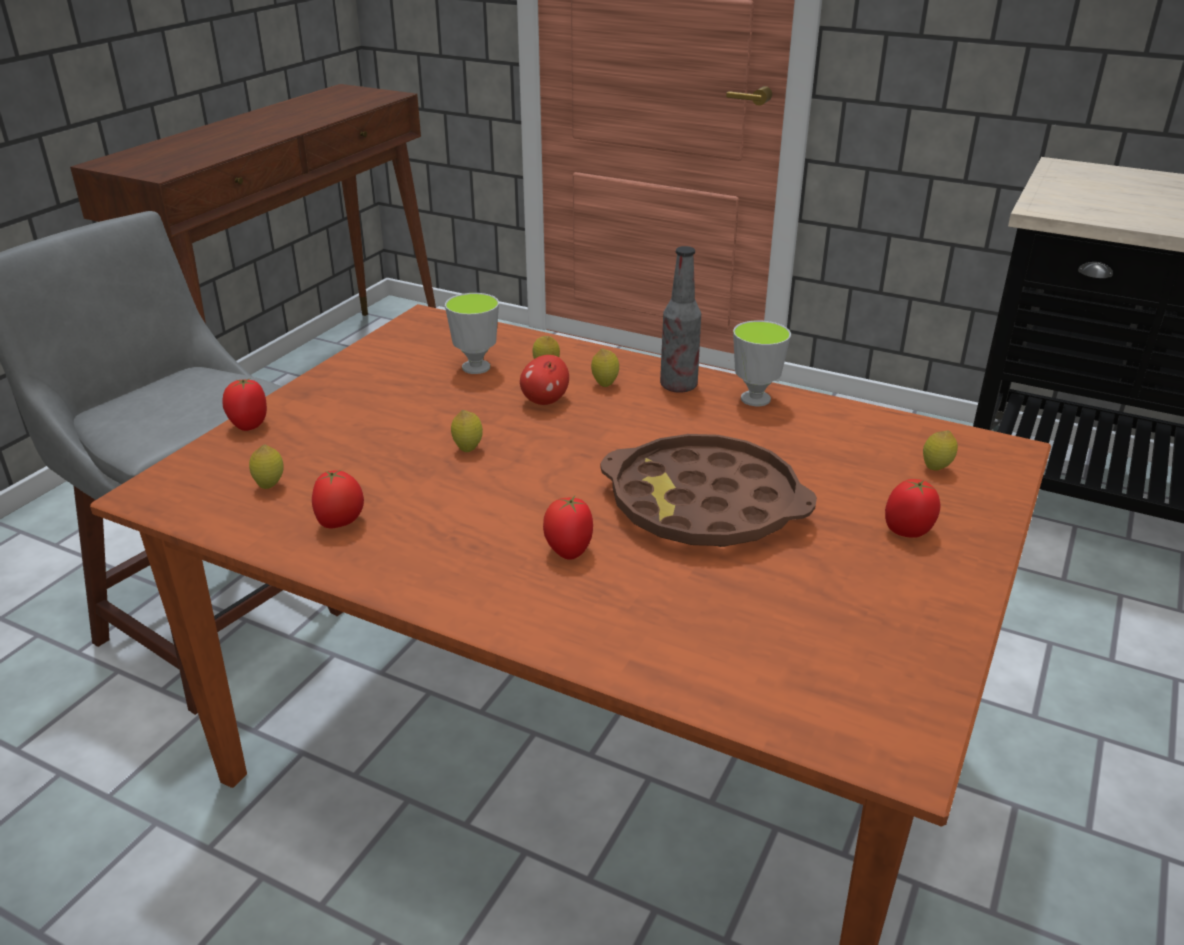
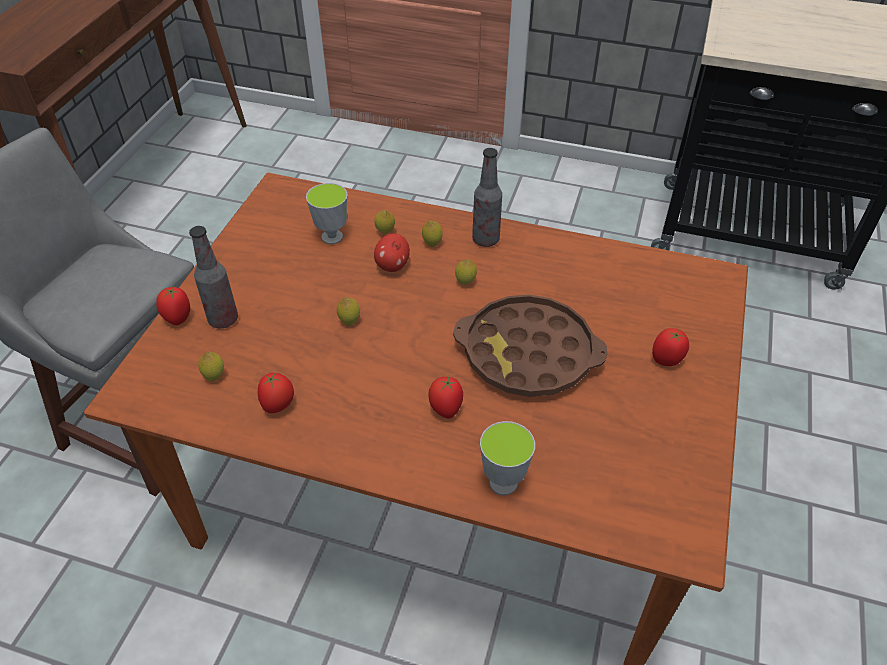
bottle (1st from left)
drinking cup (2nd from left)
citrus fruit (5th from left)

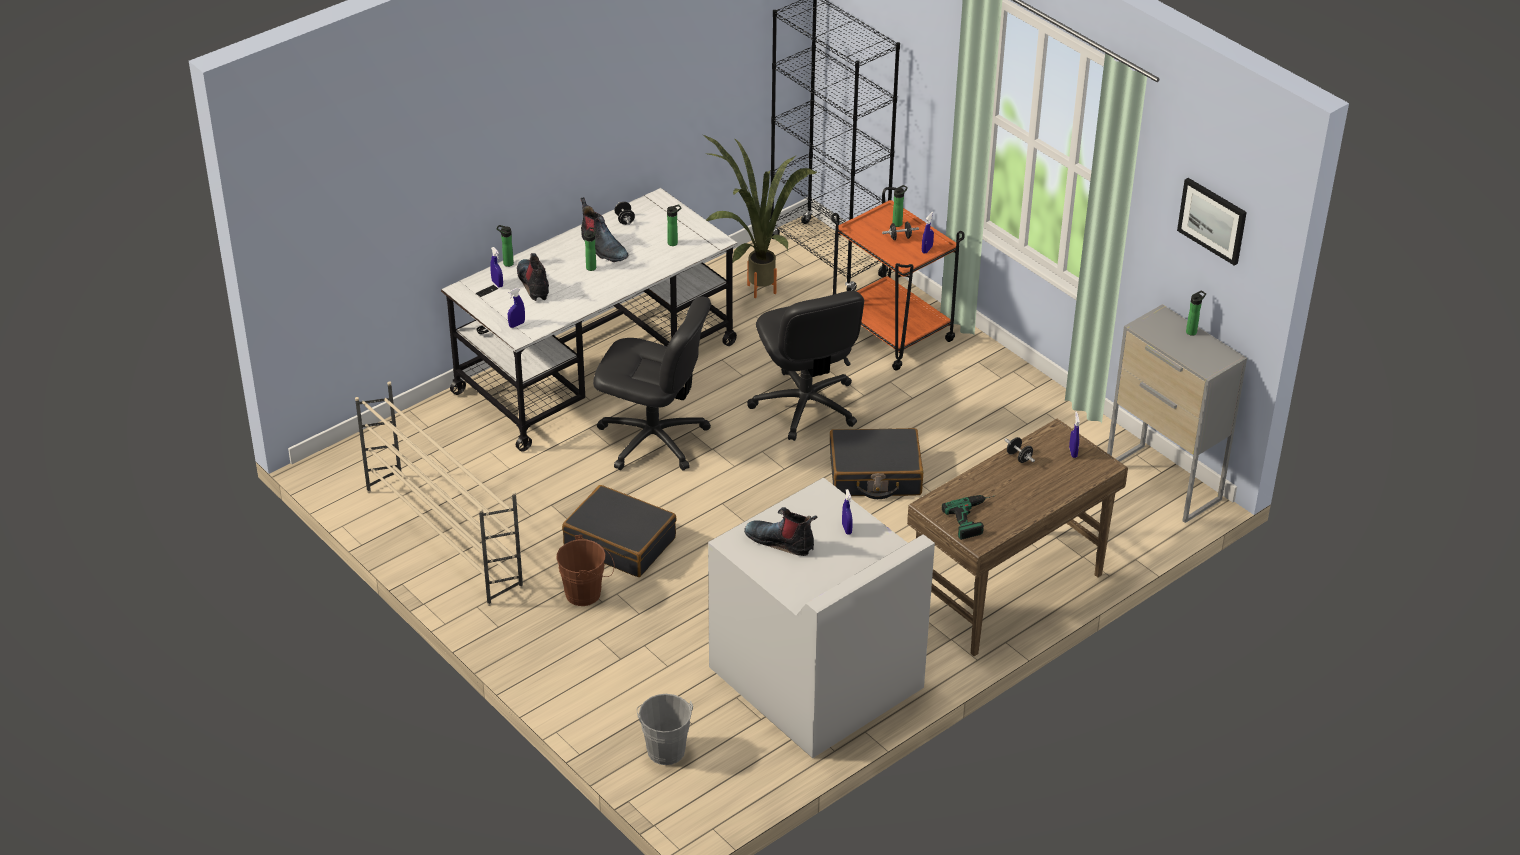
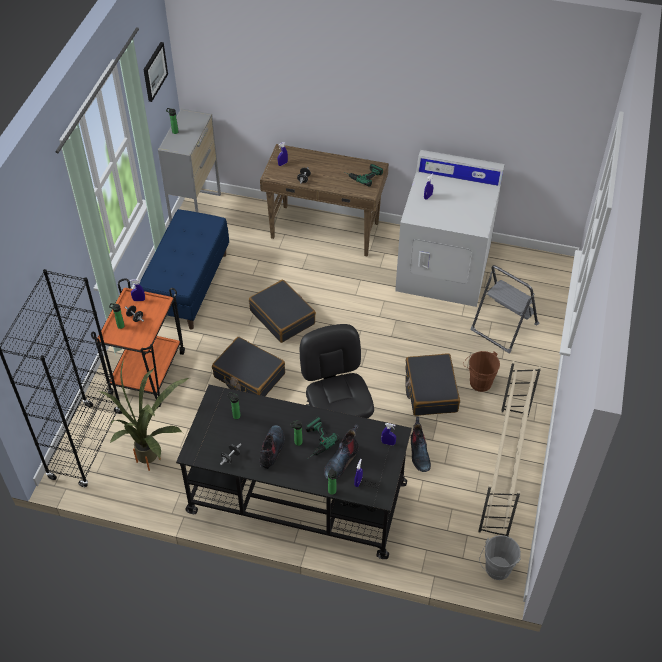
indoor bench/blue
power drill (1st from left)
step ladder/grey
bucket/grey
boot (3rd from left)
travel case/black-coloured (1st from left)
desk unit/black-coloured

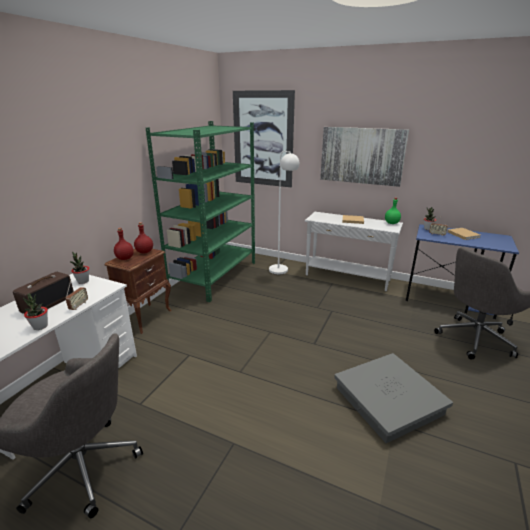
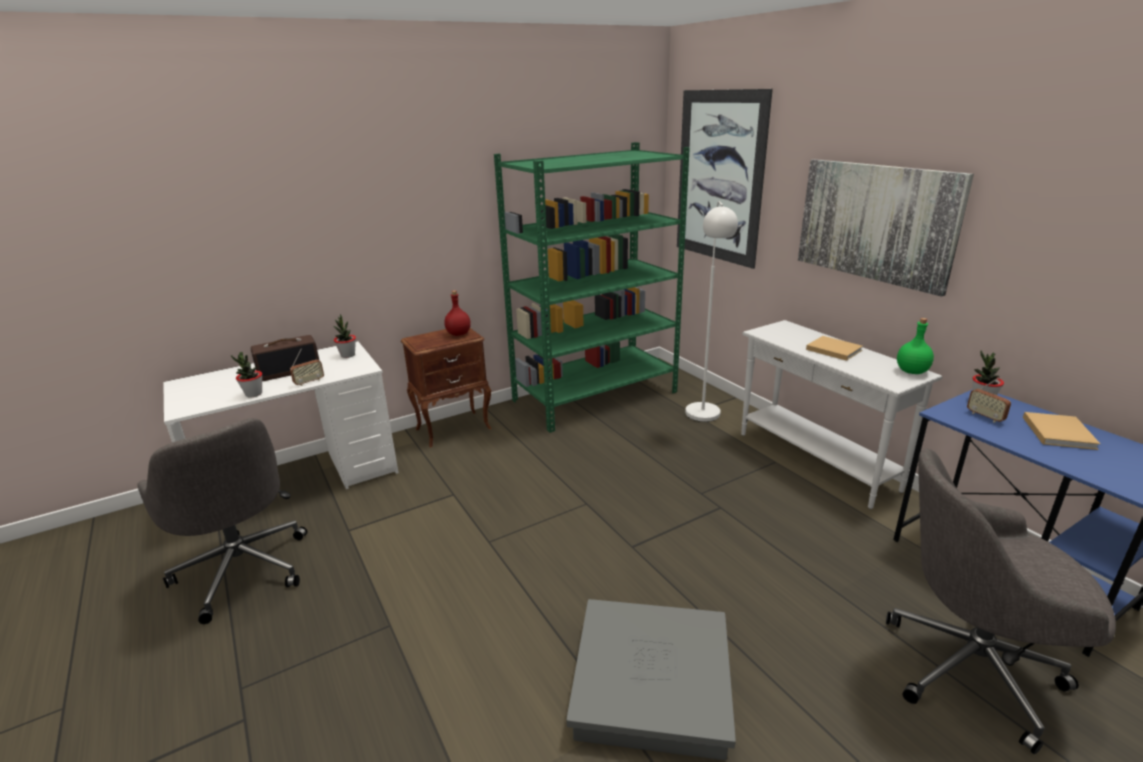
bottle/reddish (1st from left in the first image)

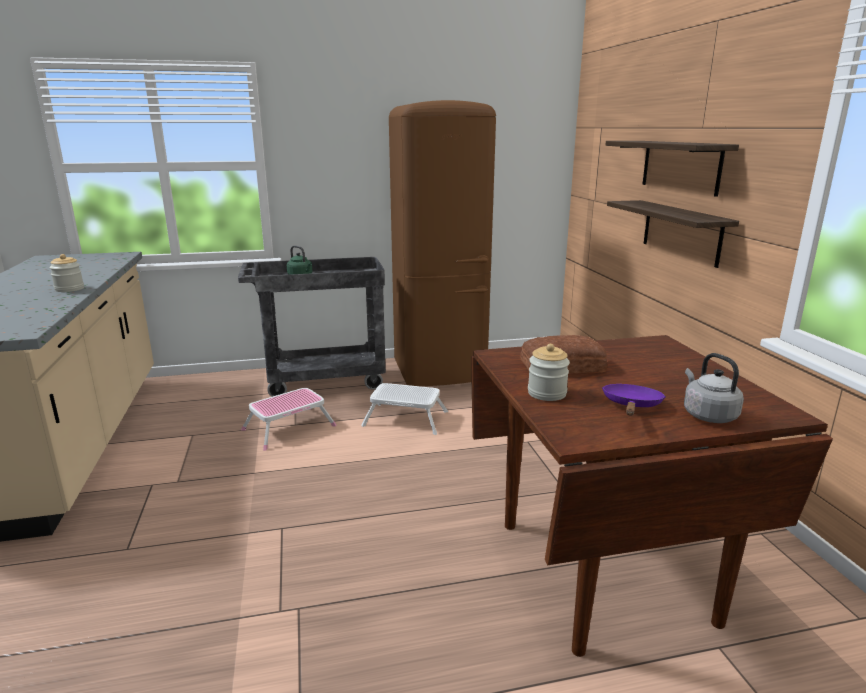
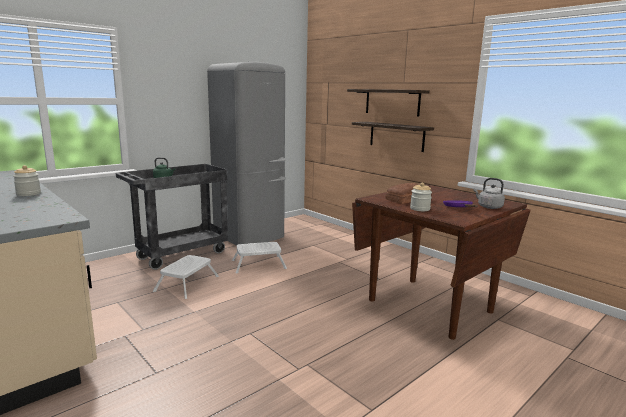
step ladder/white (1st from left)
kitchen fridge/grey

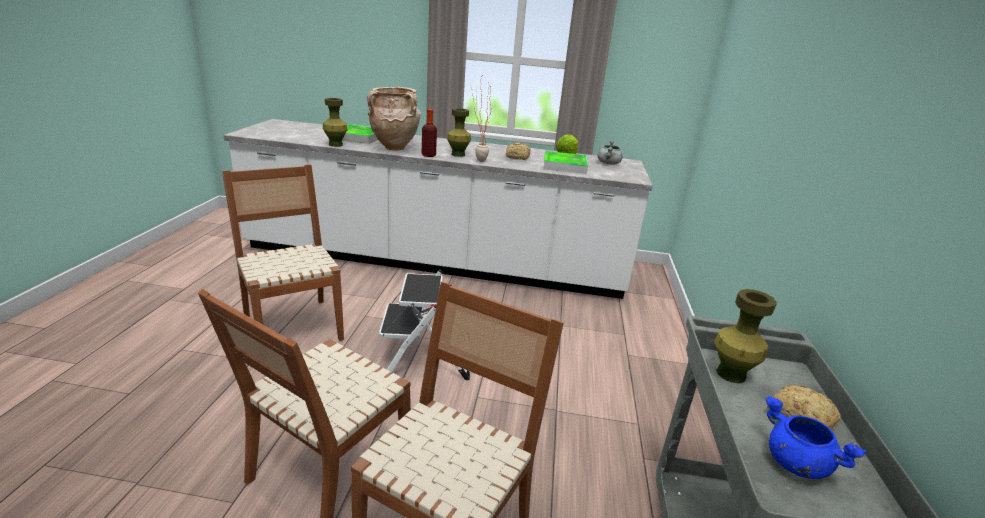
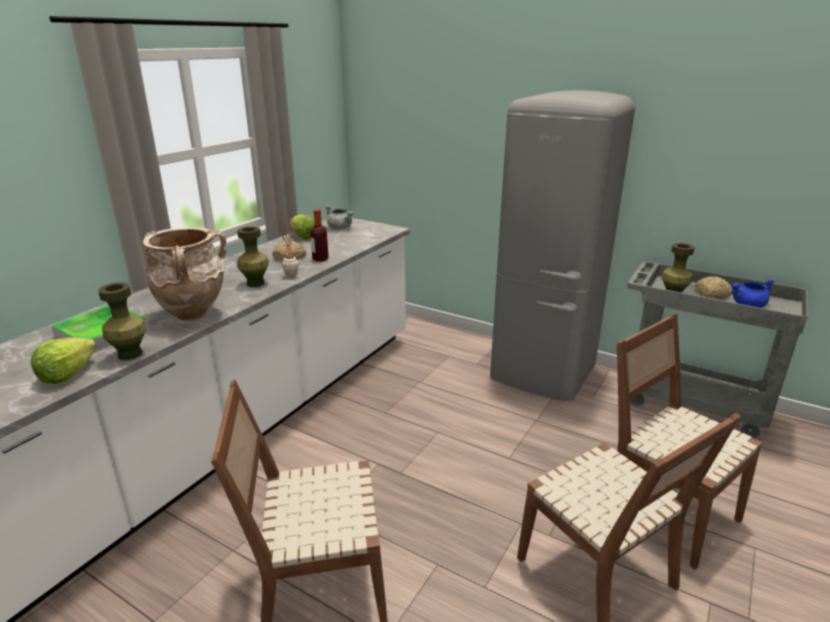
step ladder
serving tray (2nd from left in the first image)
head of lettuce (1st from left)
kitchen fridge/grey
bottle

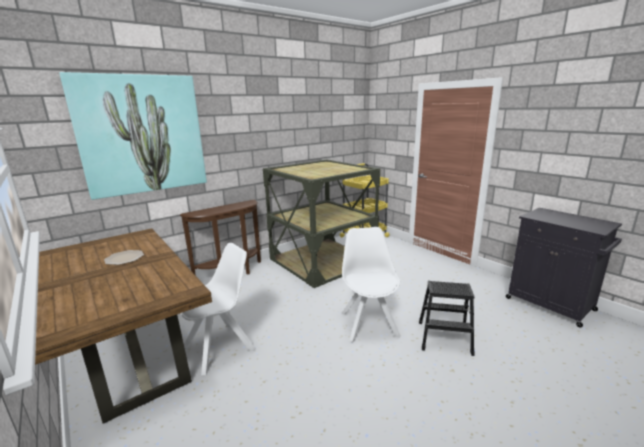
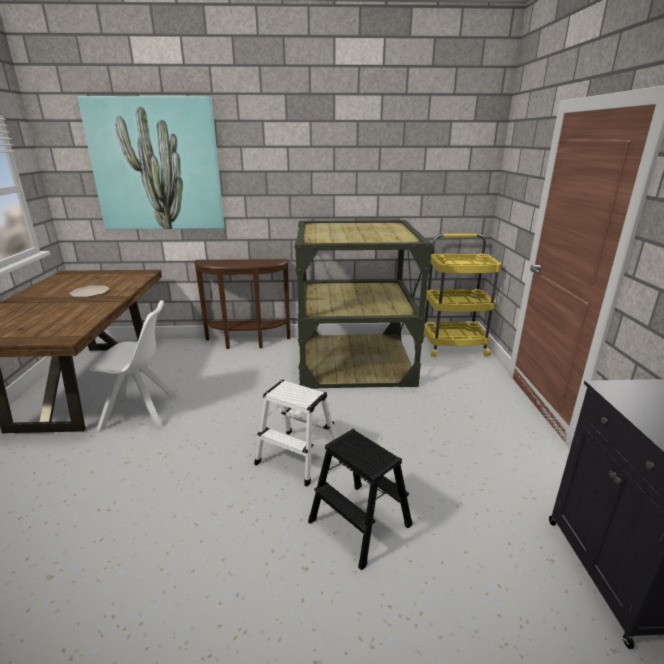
step ladder/white

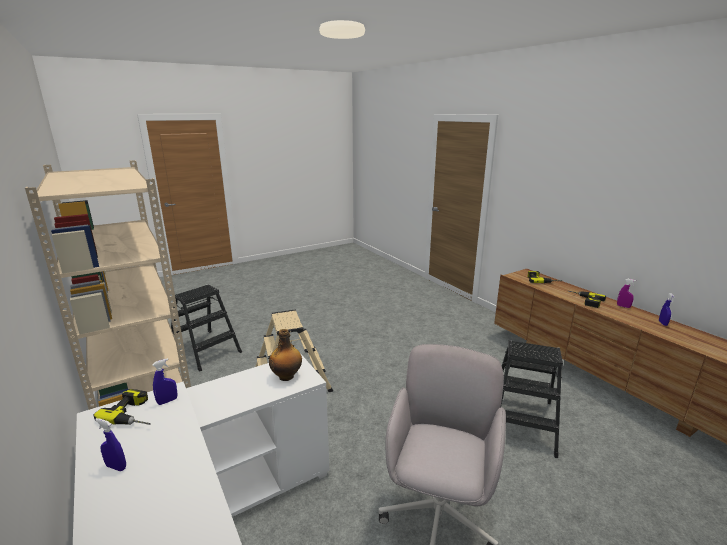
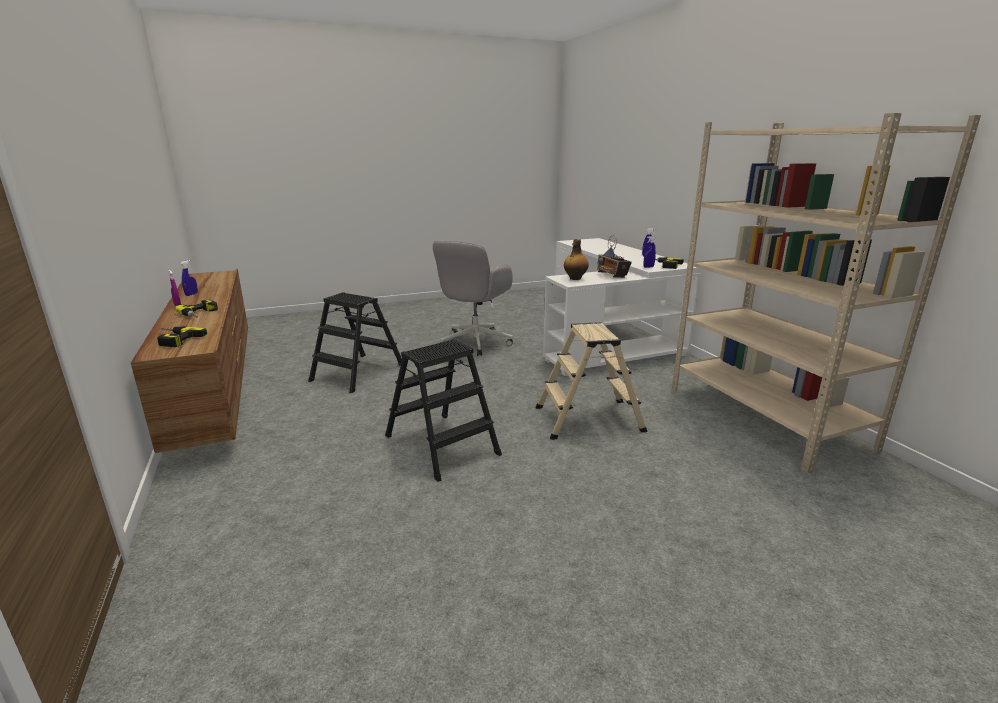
radio set
step ladder/black-coloured (2nd from left)

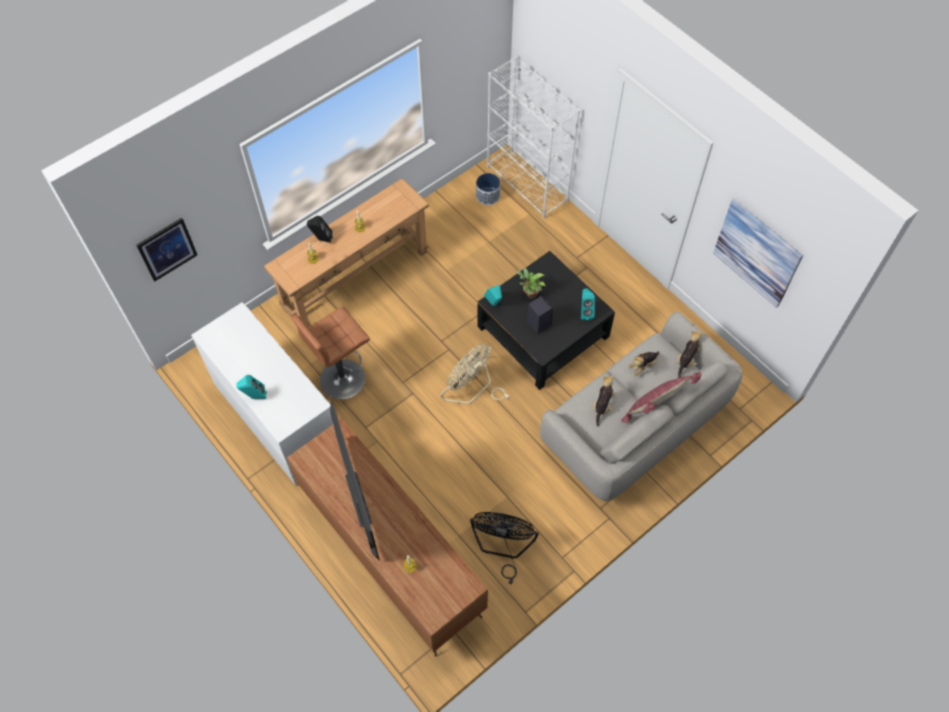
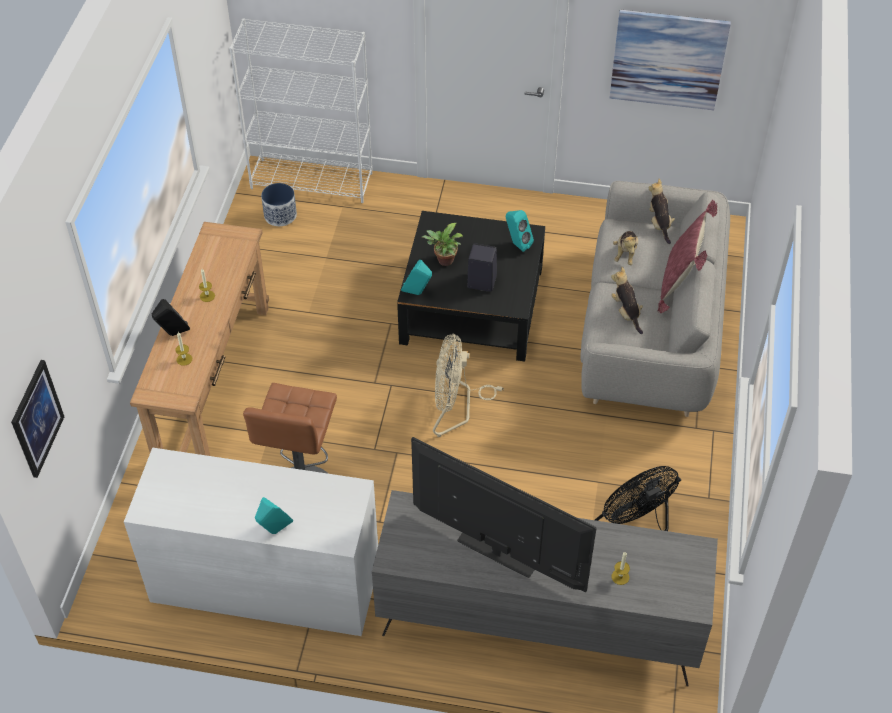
tv unit/grey

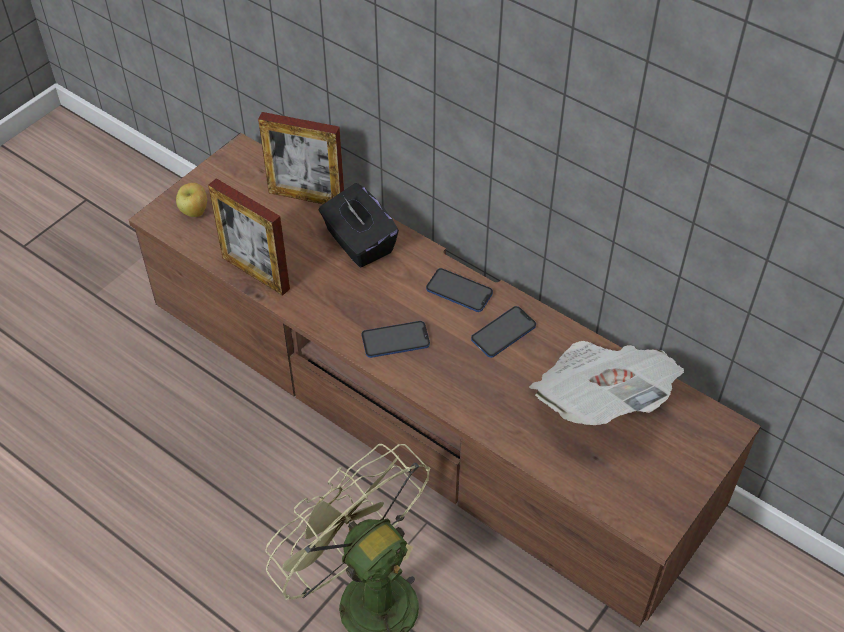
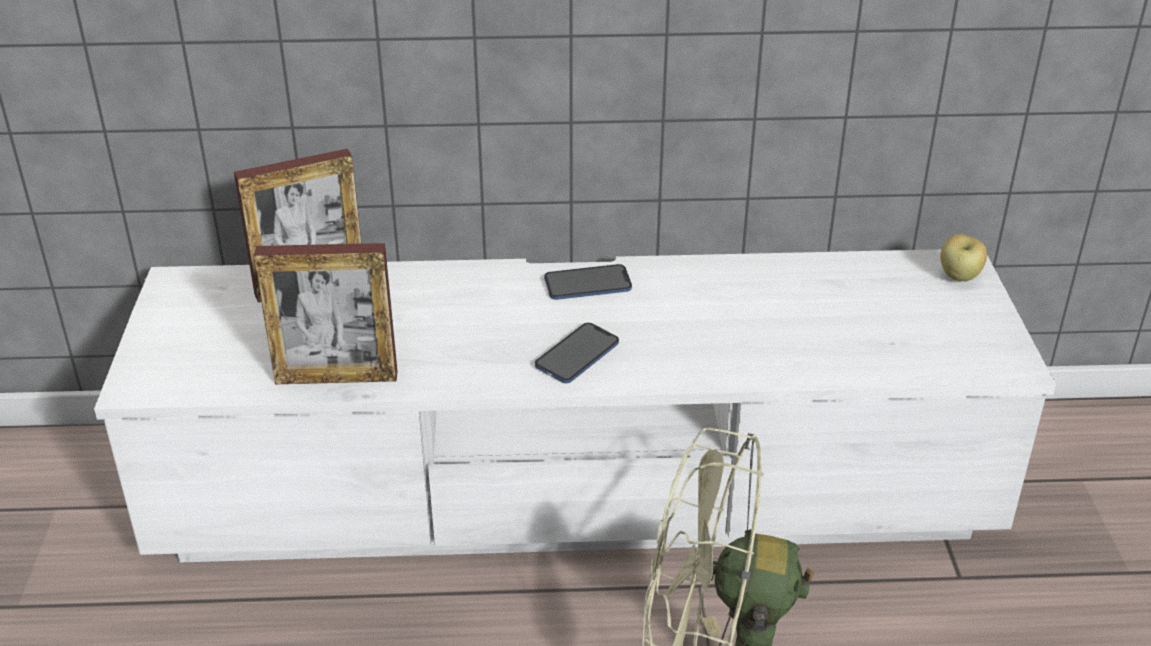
box of tissues/black-coloured
phone (3rd from left in the first image)
printed paper
apple
tv unit/white

